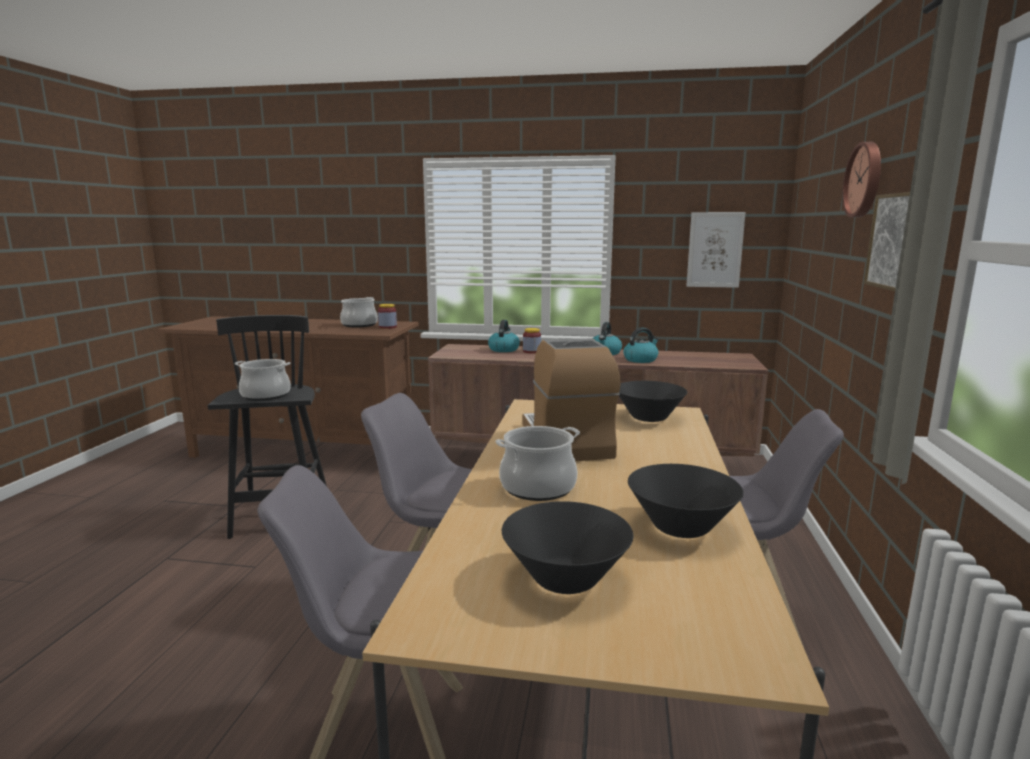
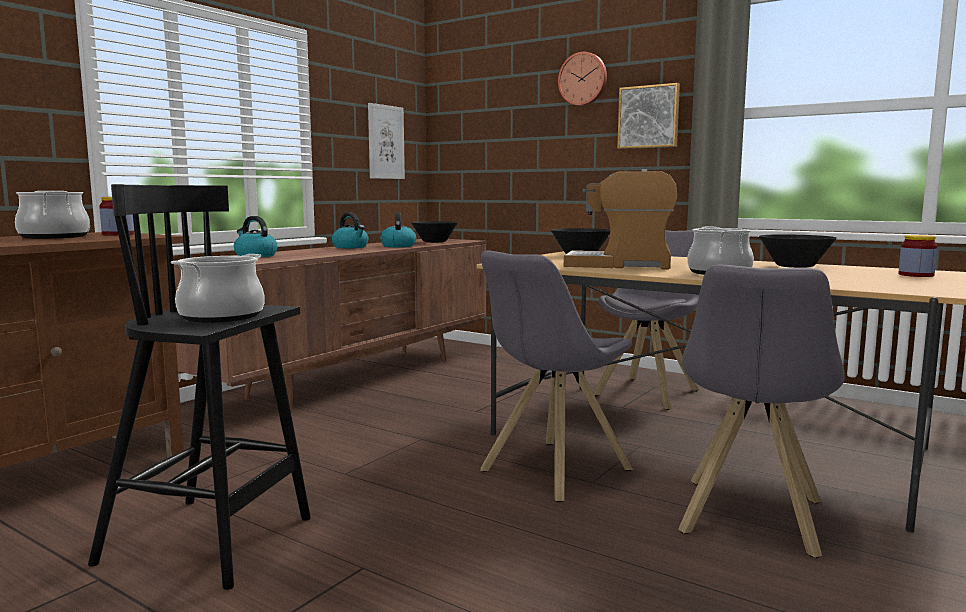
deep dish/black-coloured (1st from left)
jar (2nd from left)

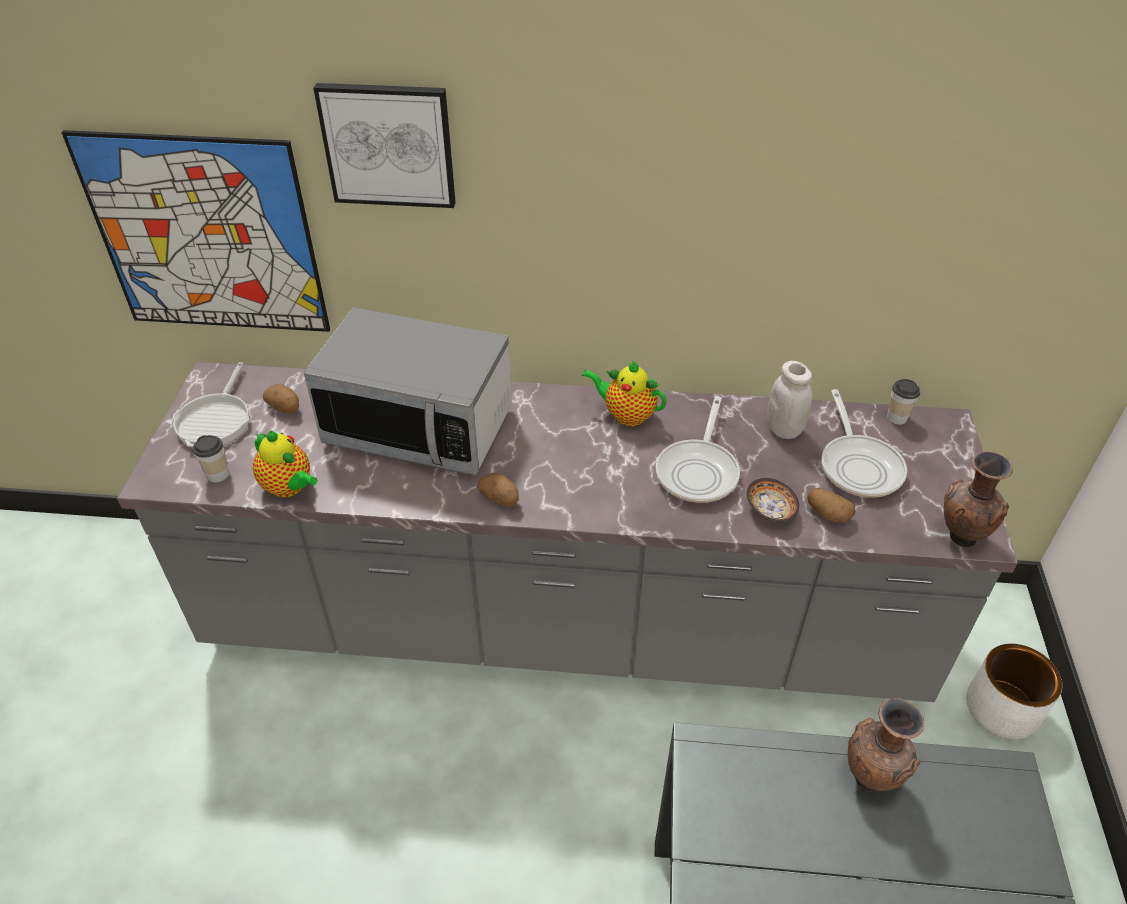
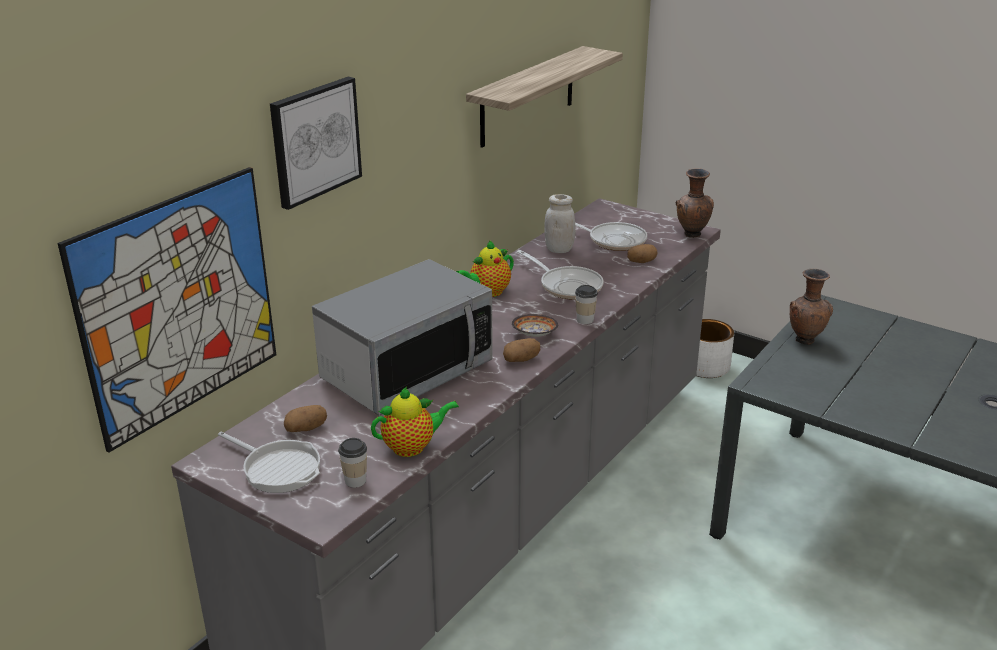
shelf
deep dish
drinking cup (2nd from left)

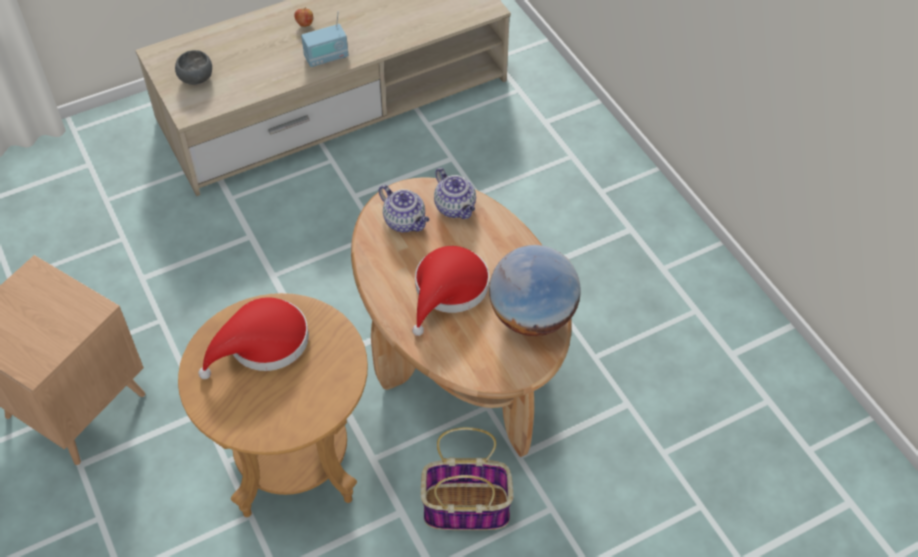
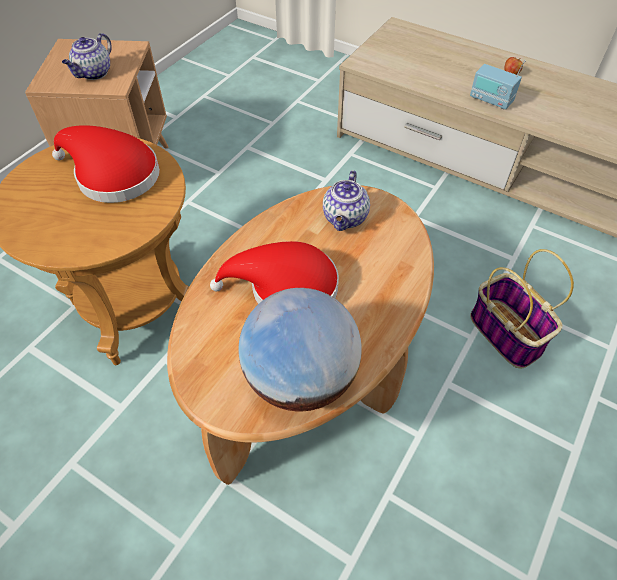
deep dish/grey
basket
pot for tea (1st from left)

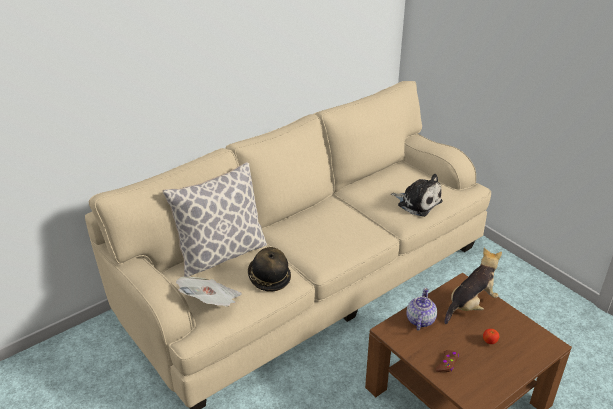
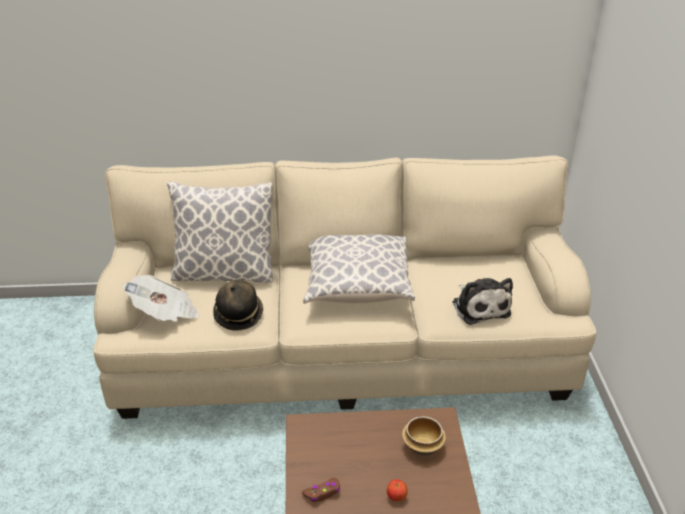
pot for tea
pillow (2nd from left)
deep dish

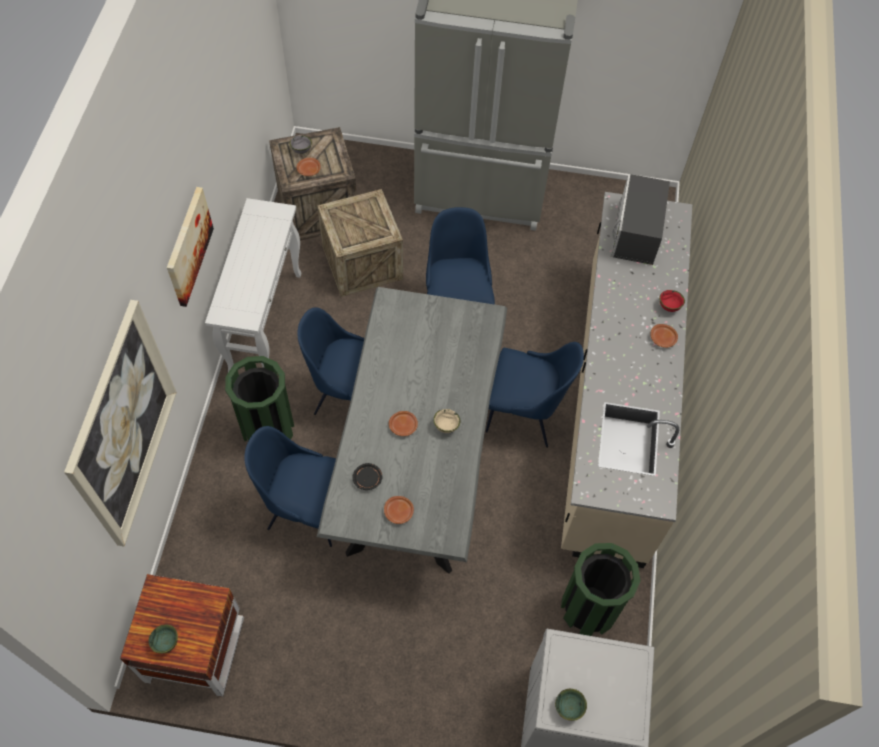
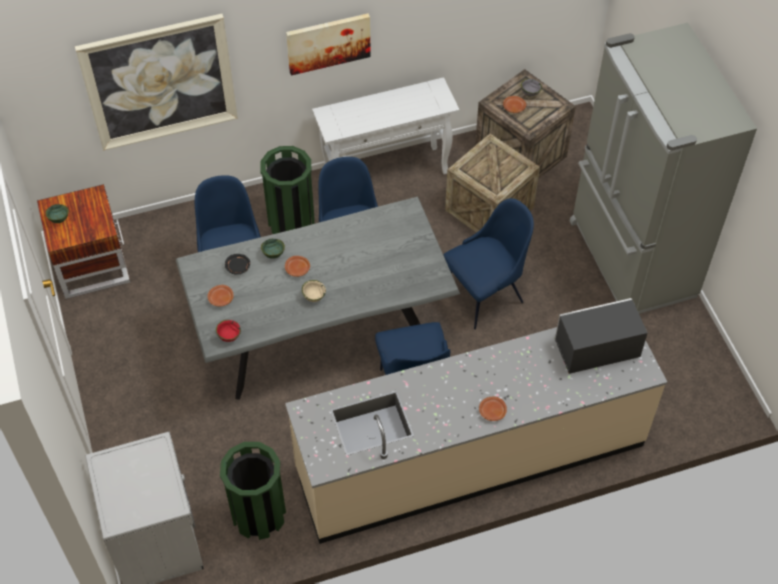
deep dish/greenish (2nd from left)
deep dish/reddish

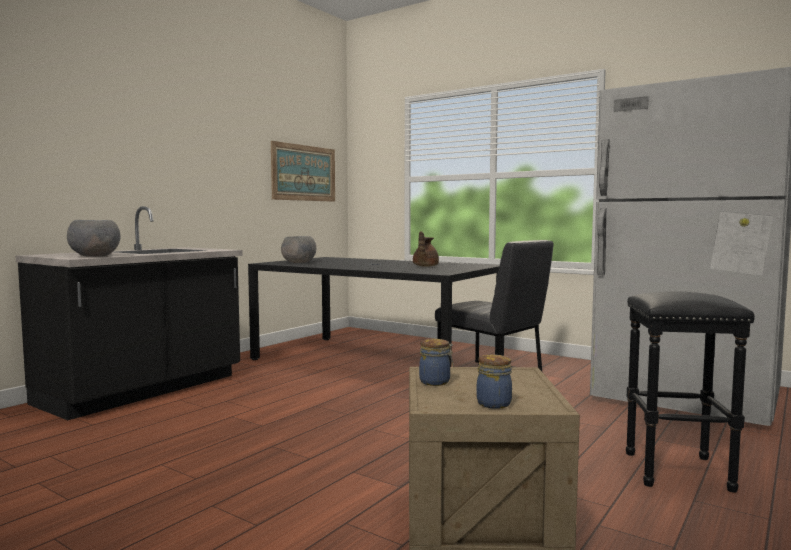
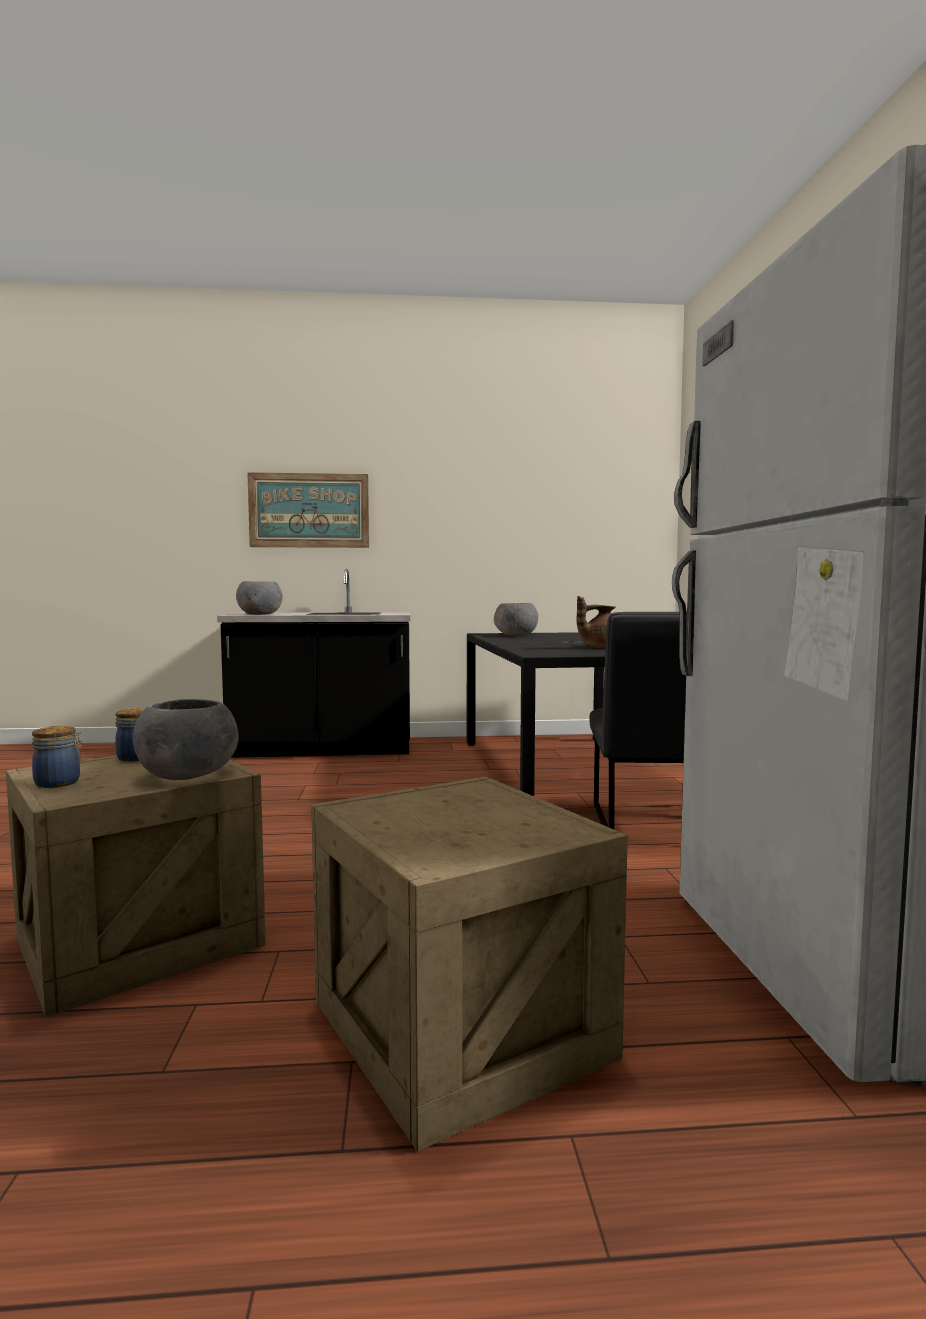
deep dish/grey (1st from left)
picture
crate (2nd from left)

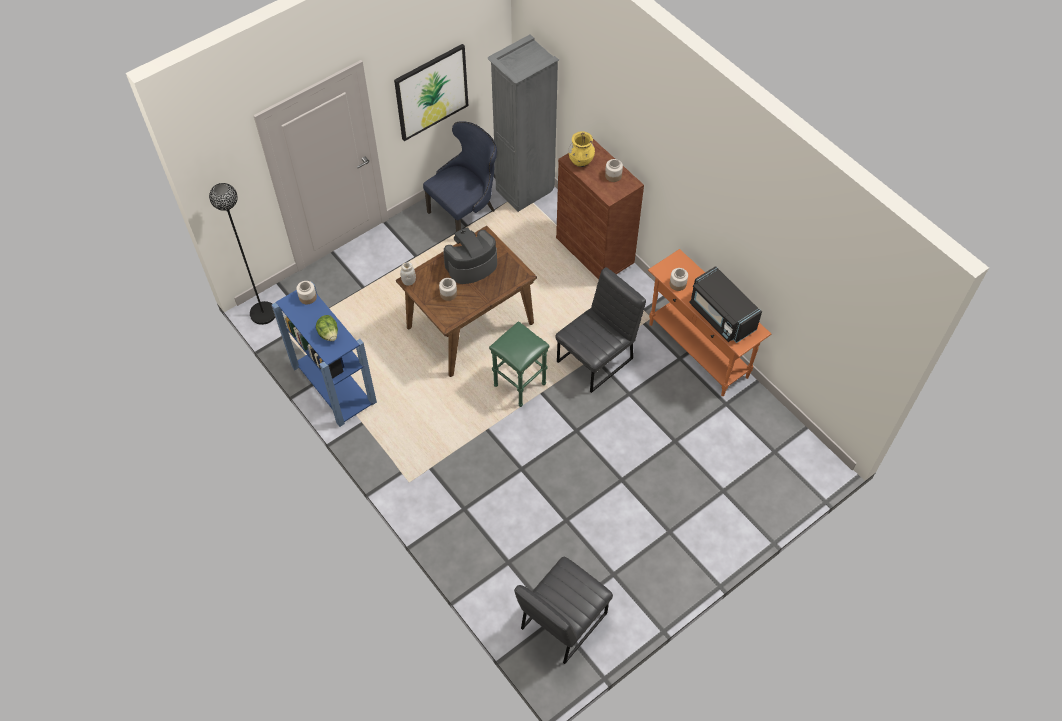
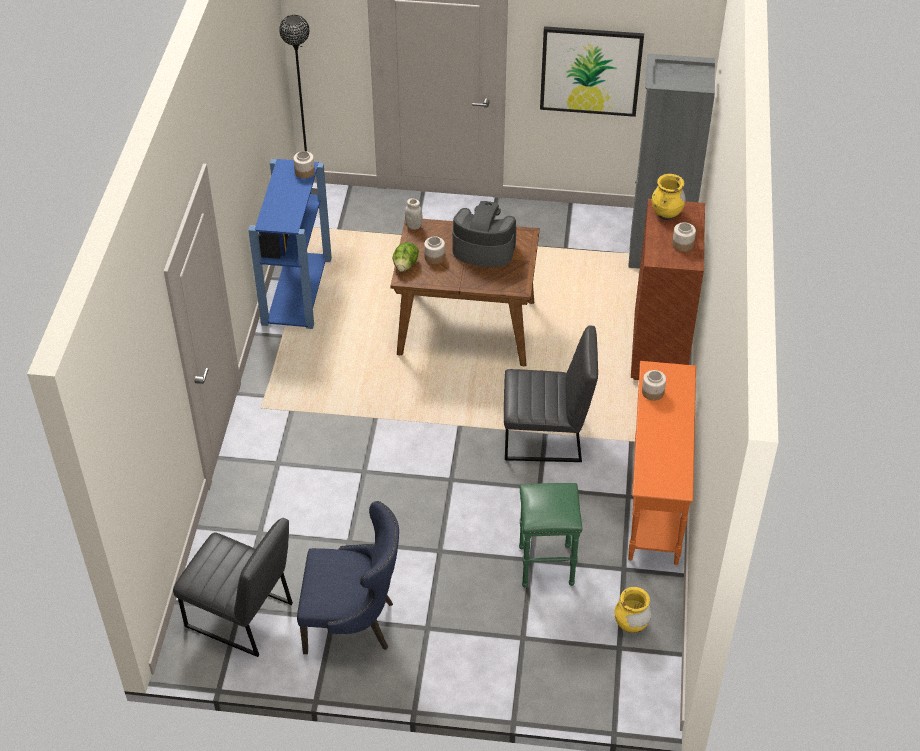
microwave oven/black-coloured
flower vase/yellow-coloured (1st from left)
head of lettuce
upright chair/blue
stool/greenish
upright chair/grey (1st from left)

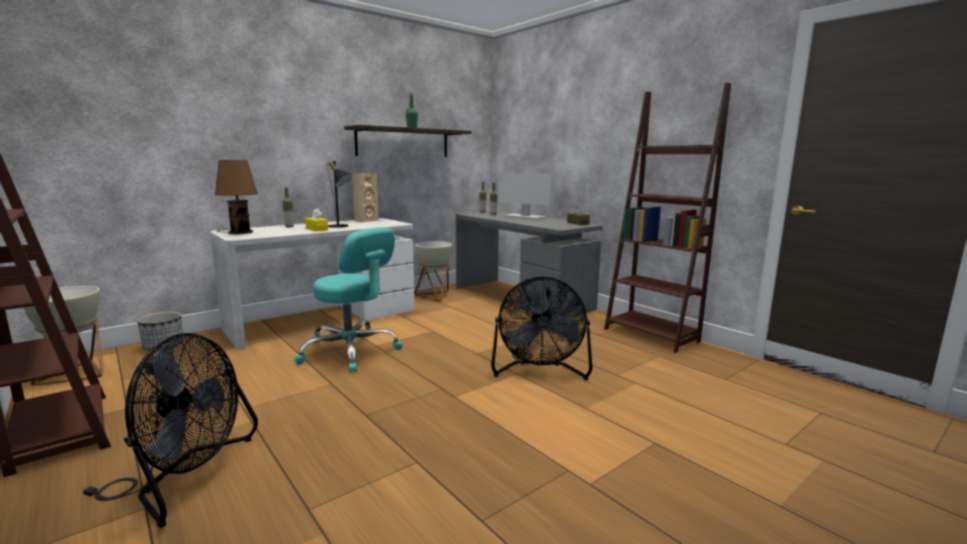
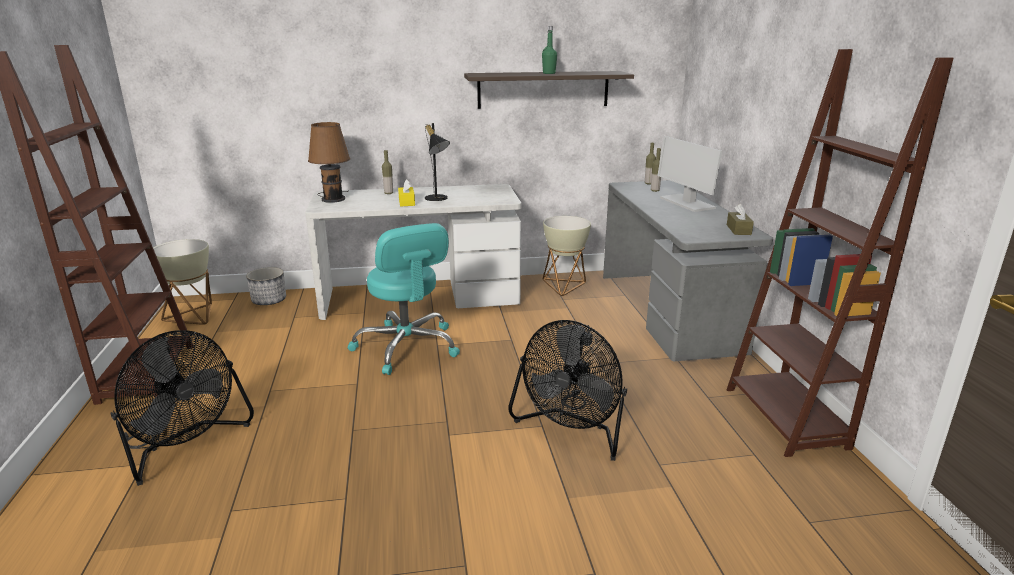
audio speaker/beige-coloured

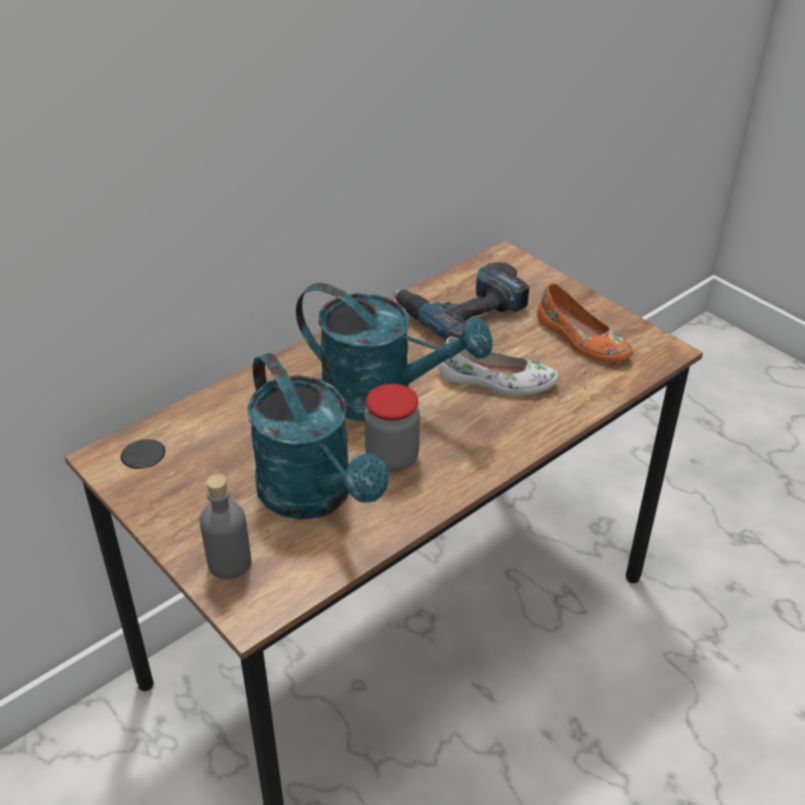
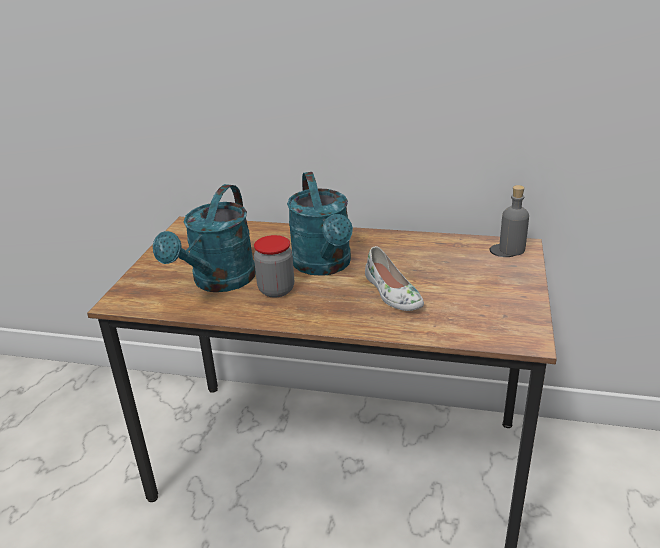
power drill
item of footwear/orange
bottle/grey

